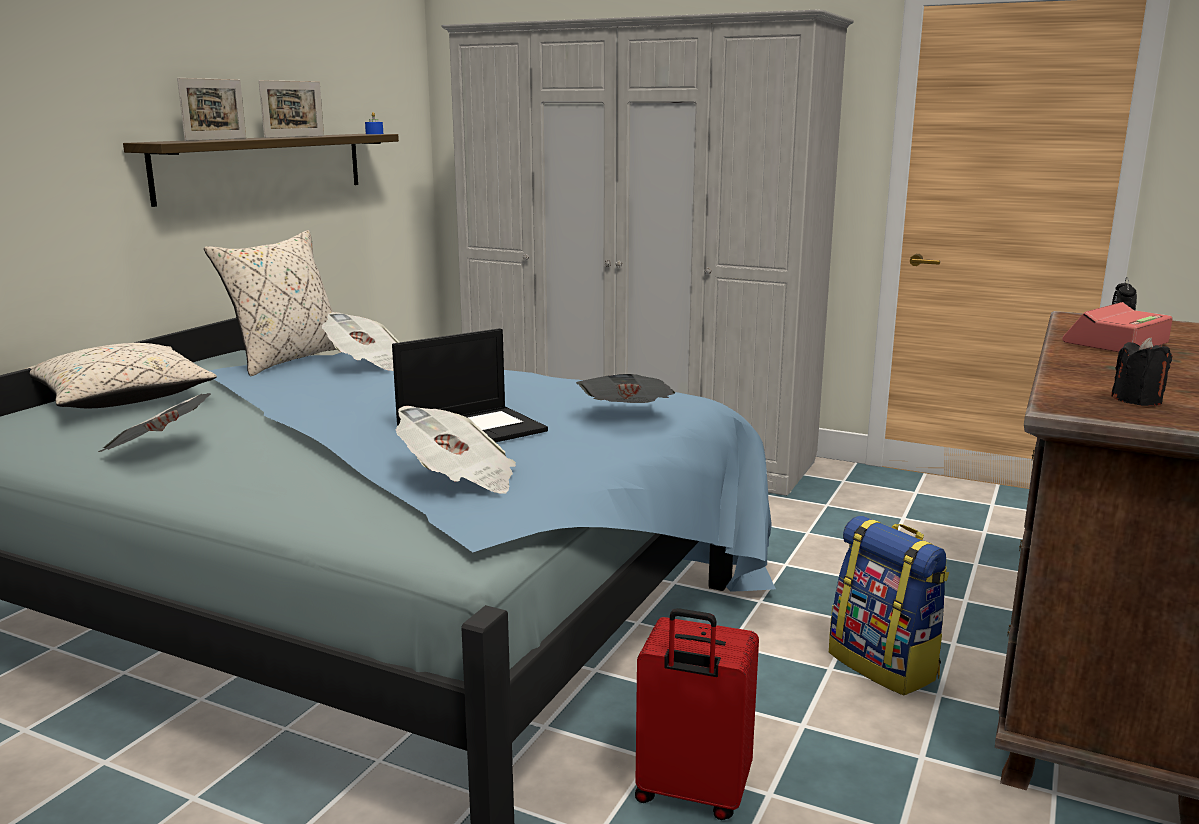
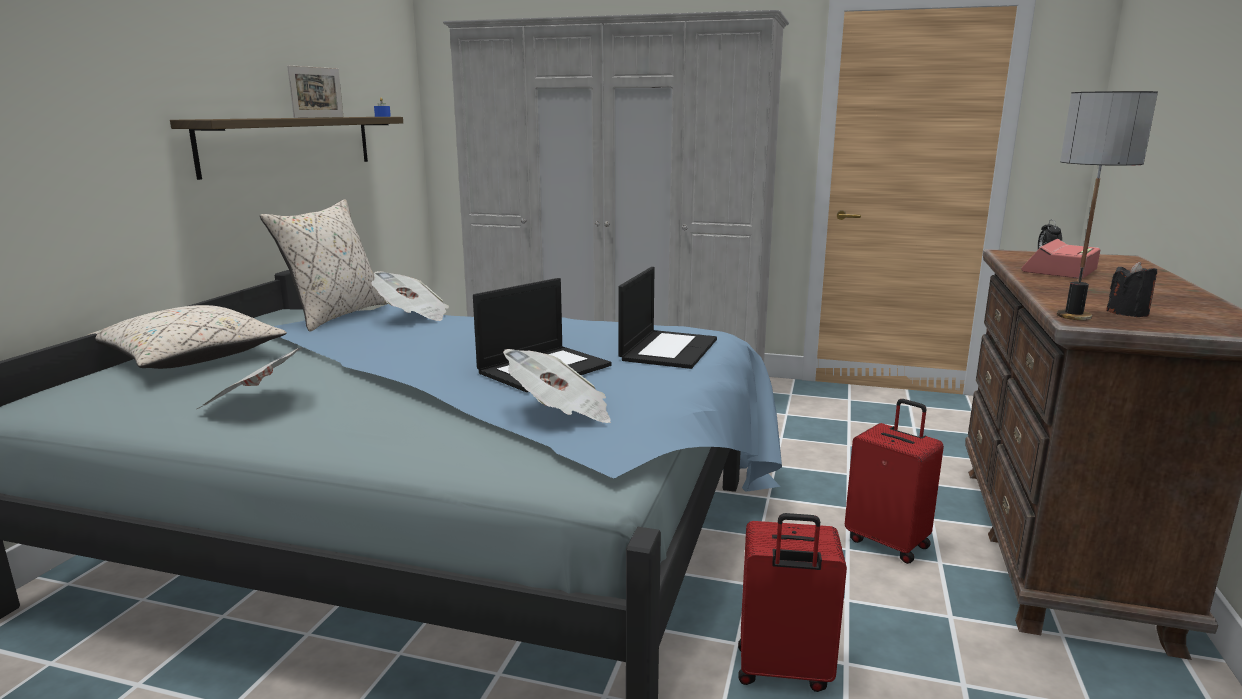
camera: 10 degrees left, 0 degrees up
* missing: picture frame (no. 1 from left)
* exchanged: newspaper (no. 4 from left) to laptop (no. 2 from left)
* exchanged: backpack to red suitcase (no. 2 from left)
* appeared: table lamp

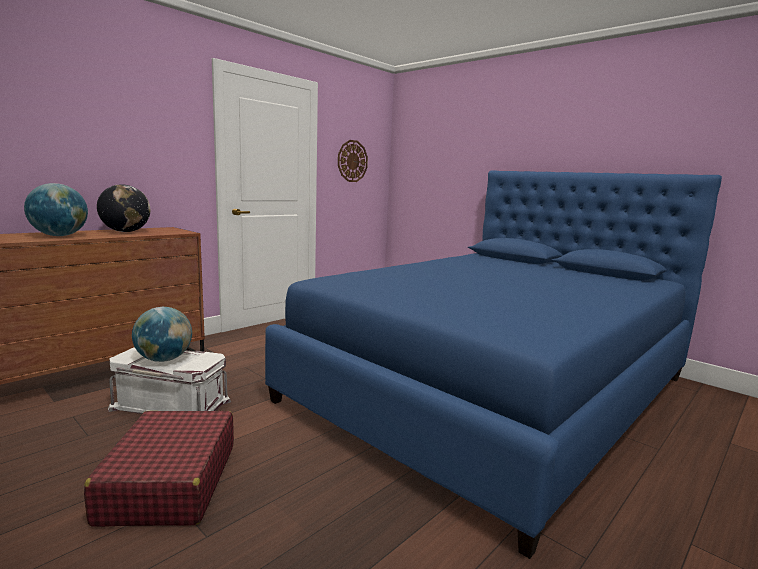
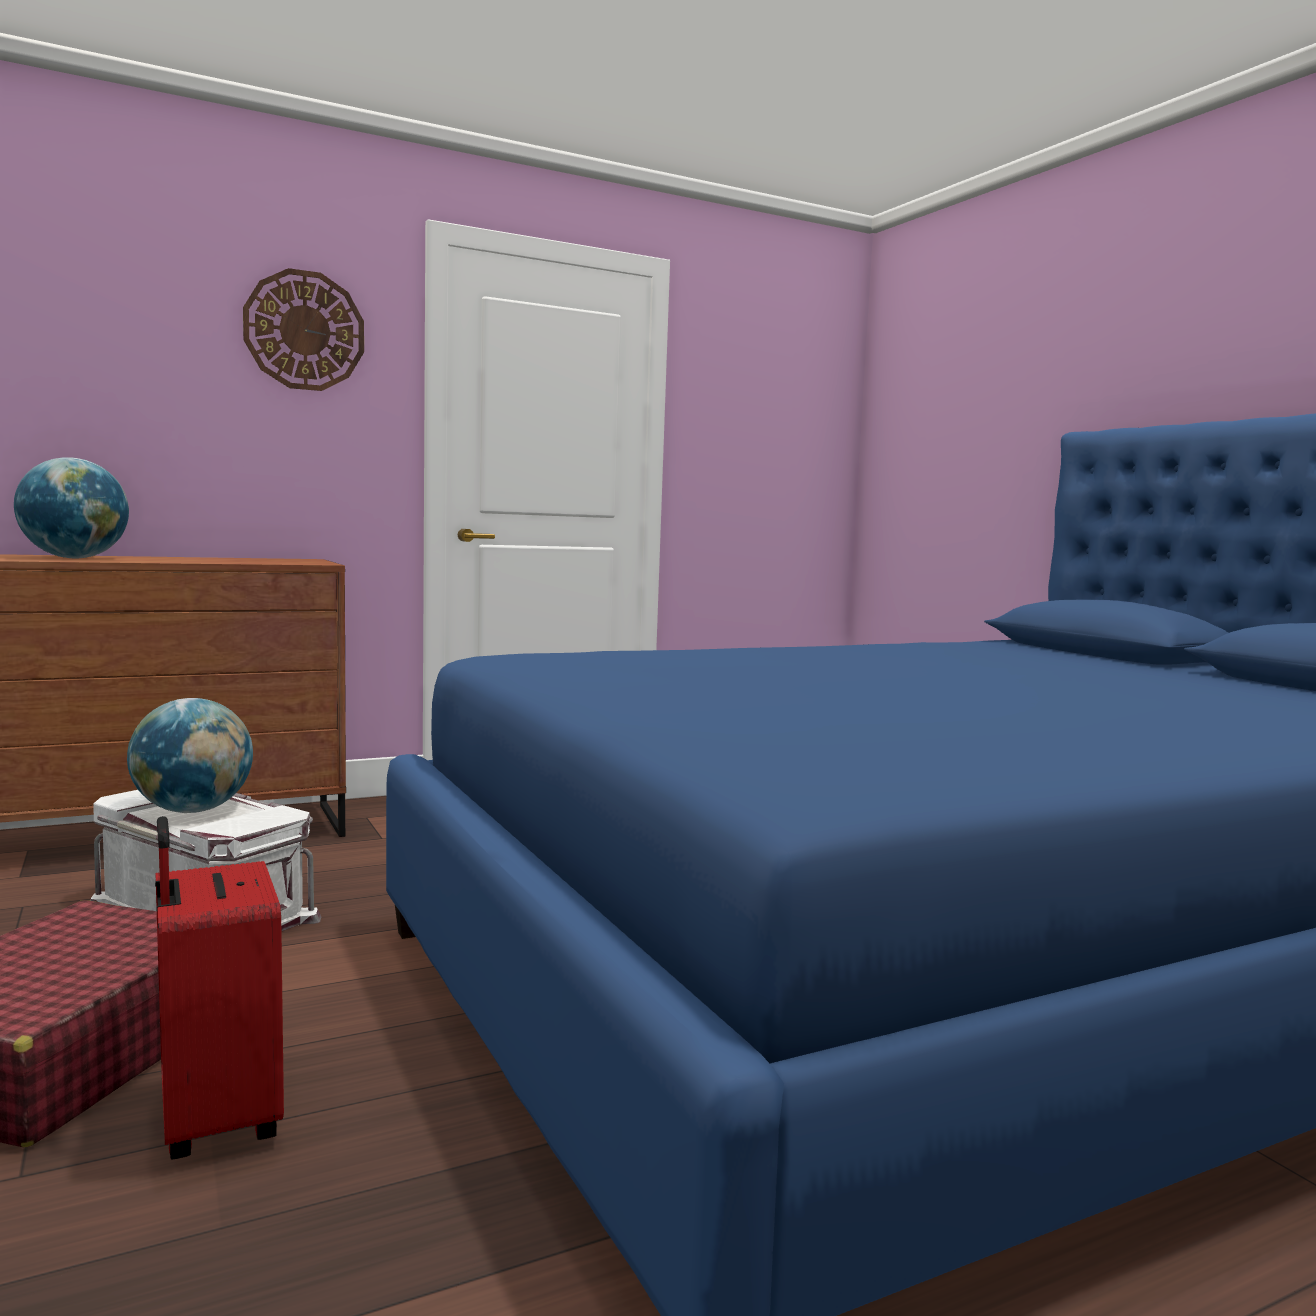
camera: 20 degrees right, 5 degrees down
* relocated: wall clock
* missing: globe (no. 2 from left)
* appeared: red suitcase (no. 2 from left)

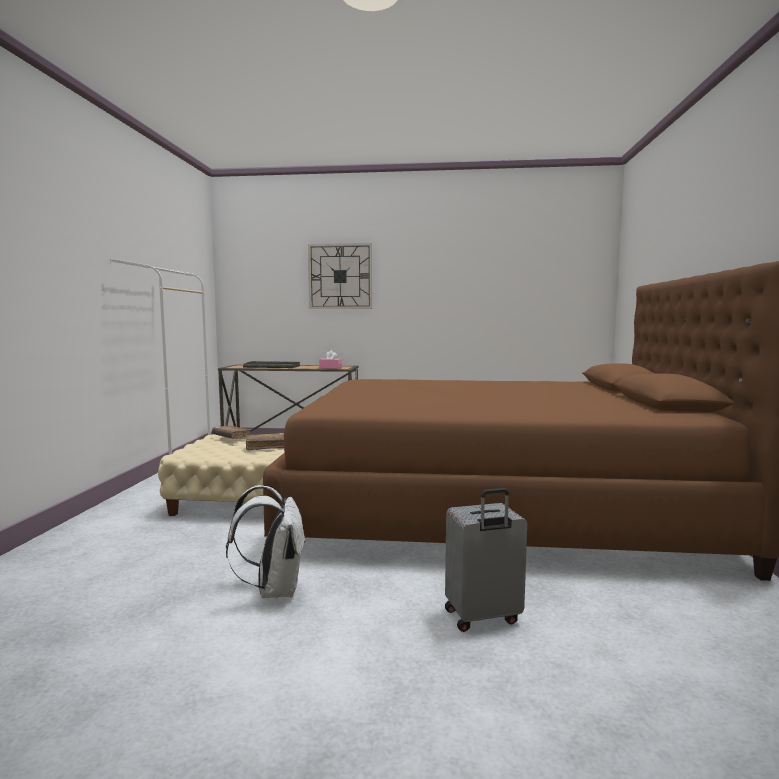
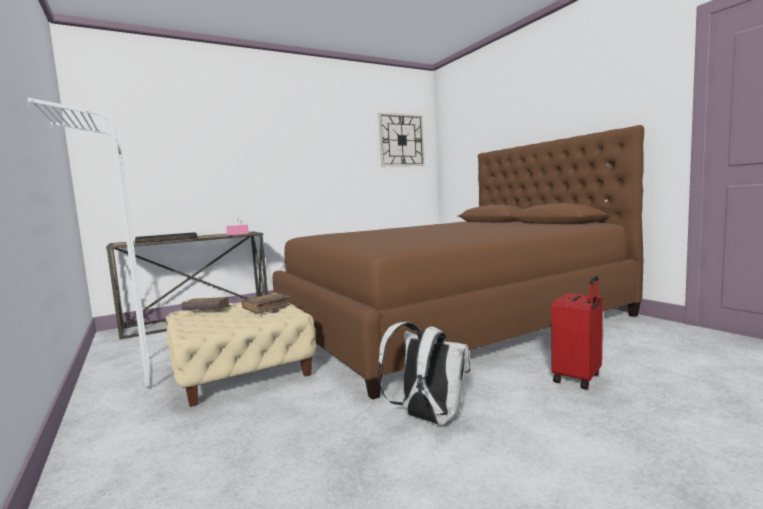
camera: 35 degrees left, 0 degrees up
* relocated: wall clock
* colour: grey suitcase to red suitcase

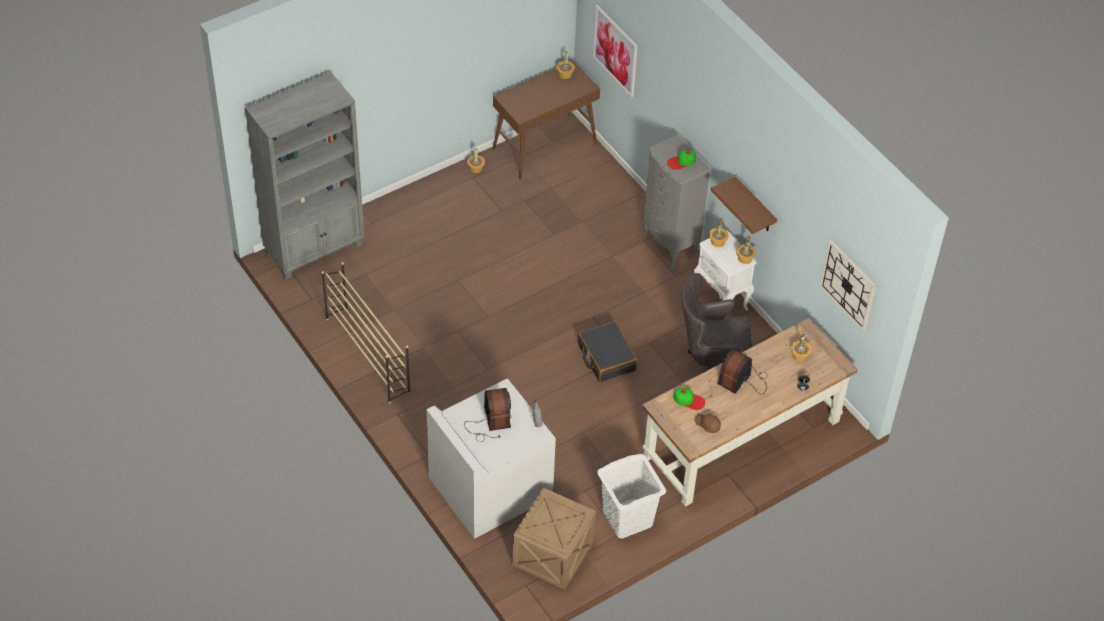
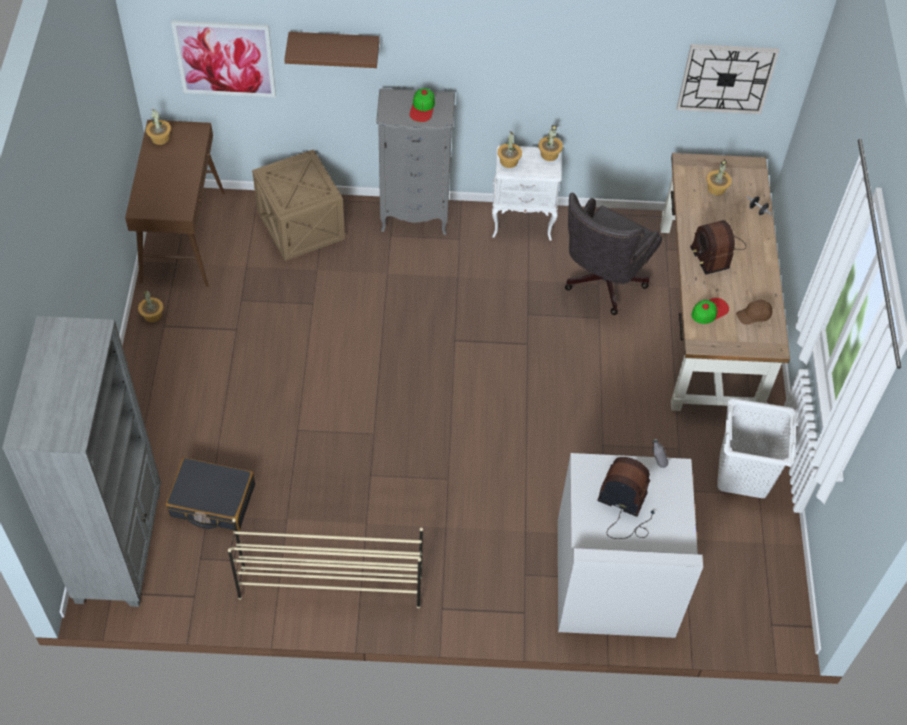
camera: 55 degrees left, 5 degrees up
* relocated: brown shelf
* relocated: black suitcase
* relocated: crate

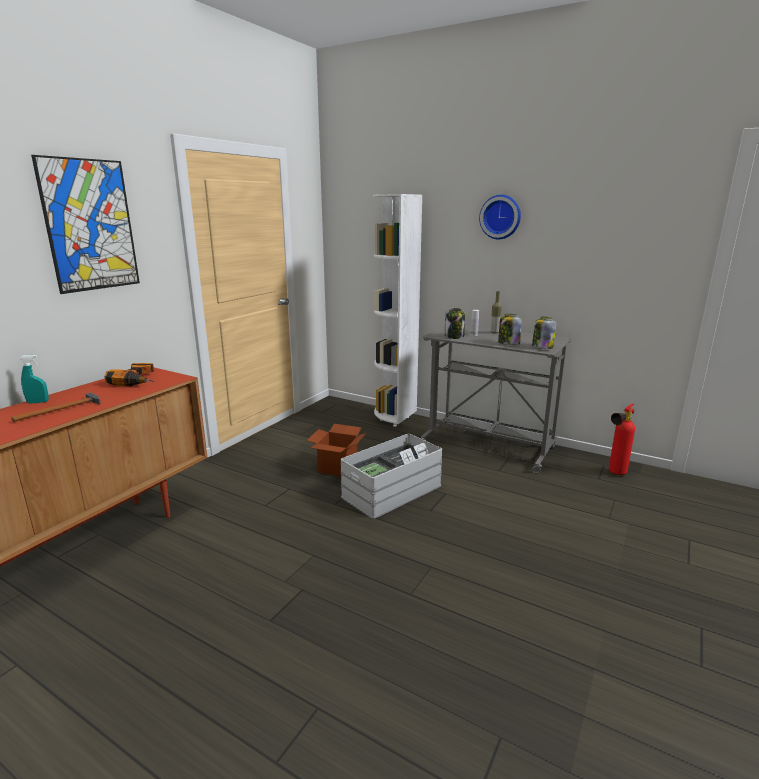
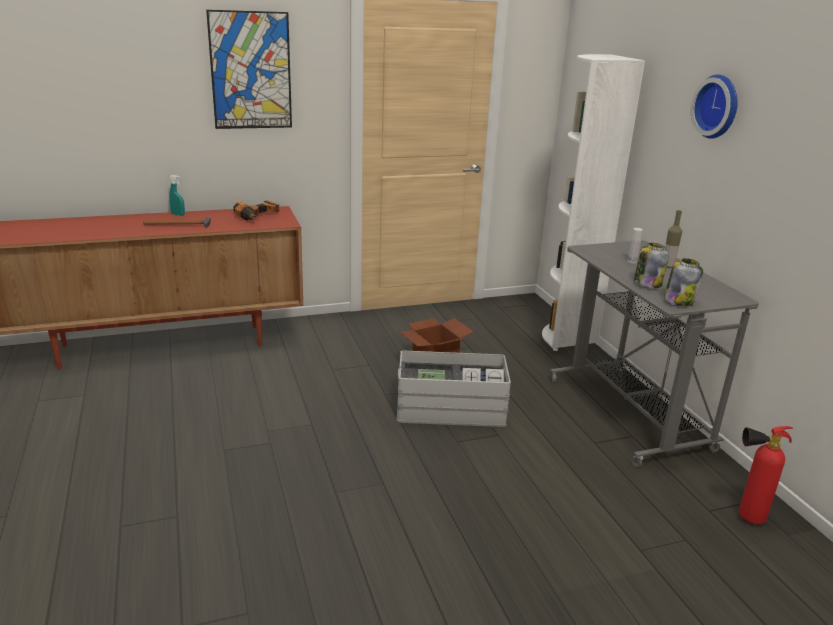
camera: 40 degrees right, 5 degrees up
* missing: jar (no. 1 from left)

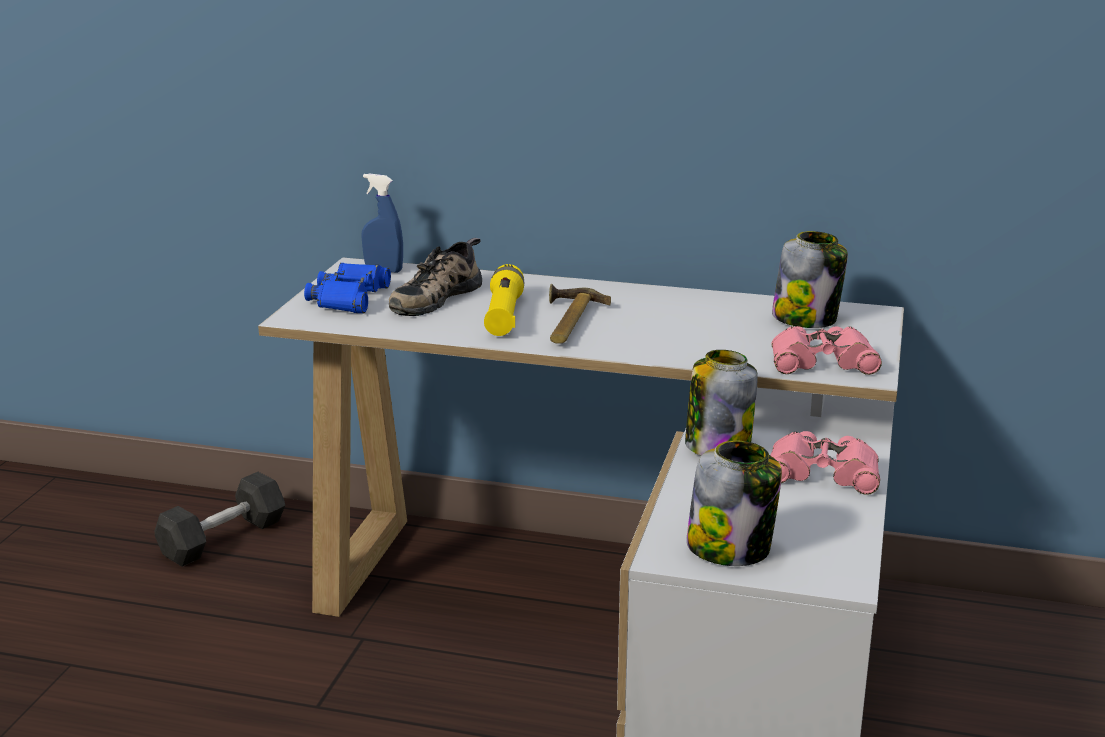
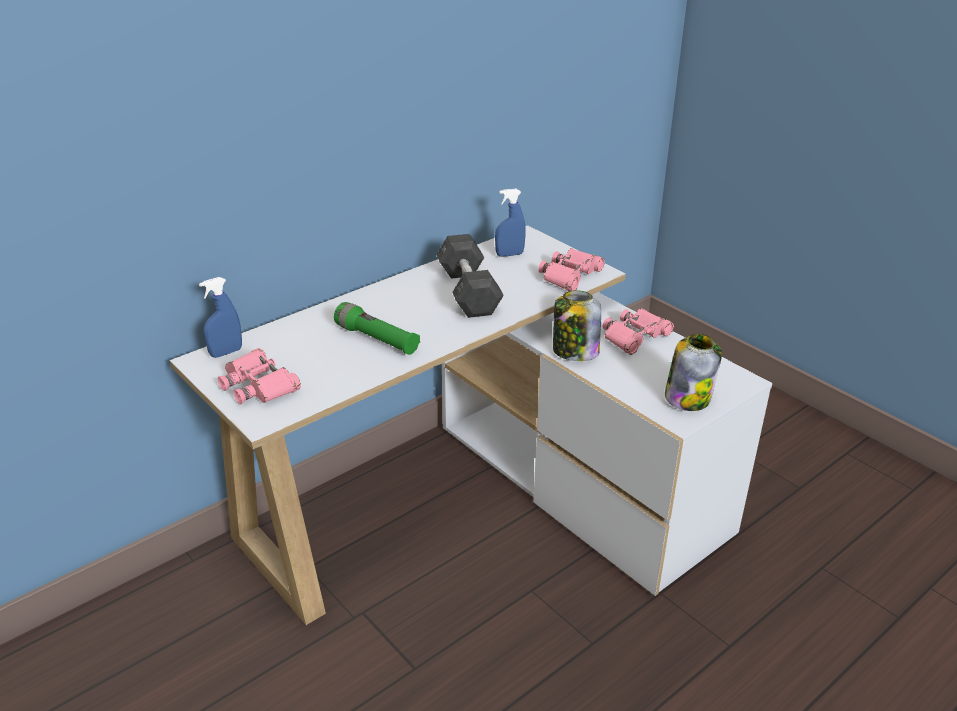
camera: 55 degrees left, 10 degrees up
* exchanged: jar (no. 3 from left) to blue spray bottle (no. 2 from left)
* missing: shoe
* colour: blue binoculars to pink binoculars (no. 1 from left)
* colour: yellow flashlight to green flashlight
* missing: hammer
* relocated: grey dumbbell

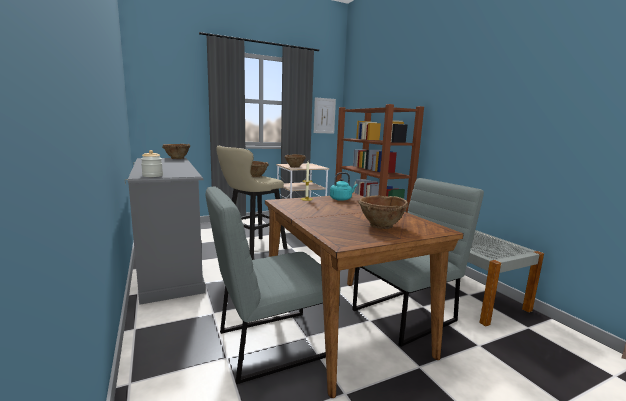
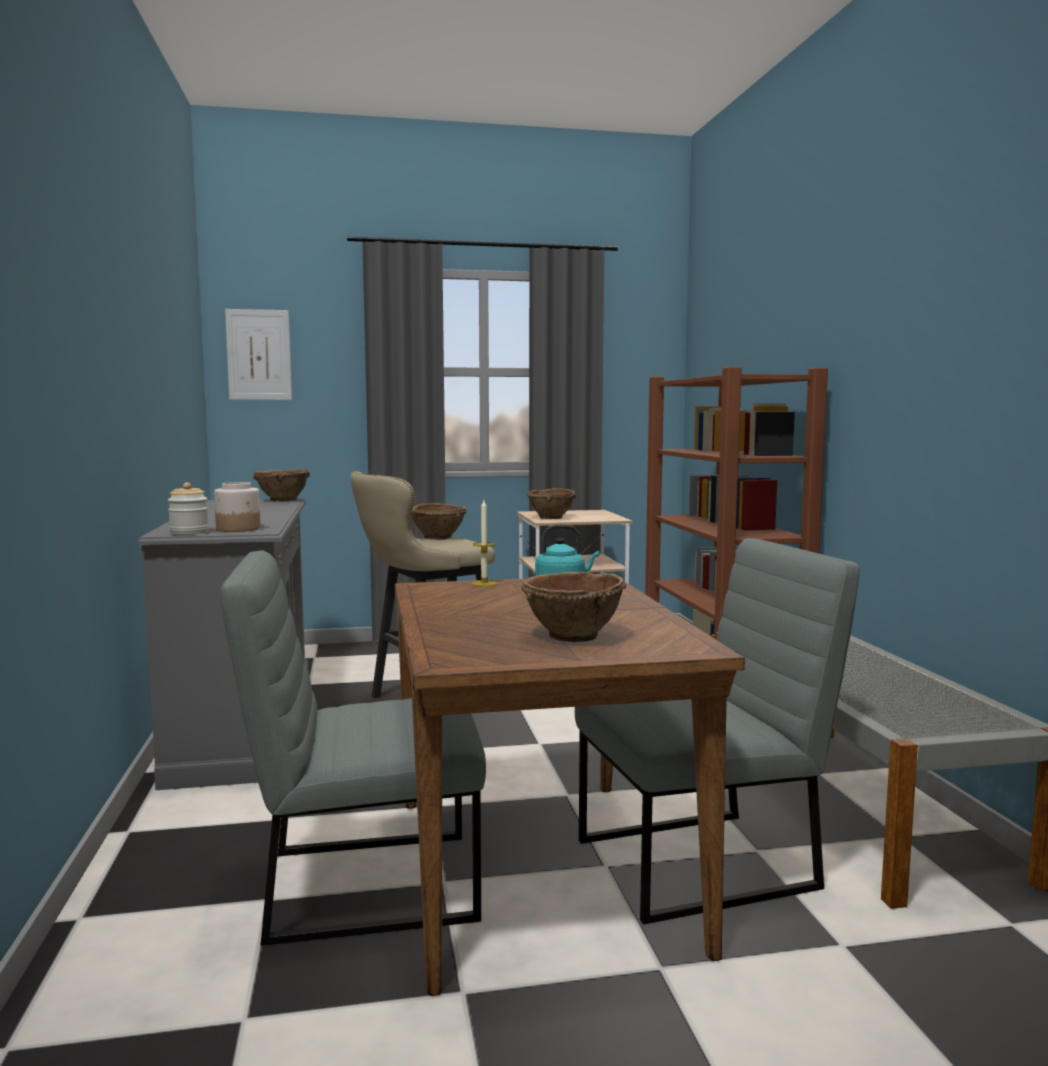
camera: 15 degrees right, 5 degrees down
* relocated: picture
* appeared: jar (no. 2 from left)

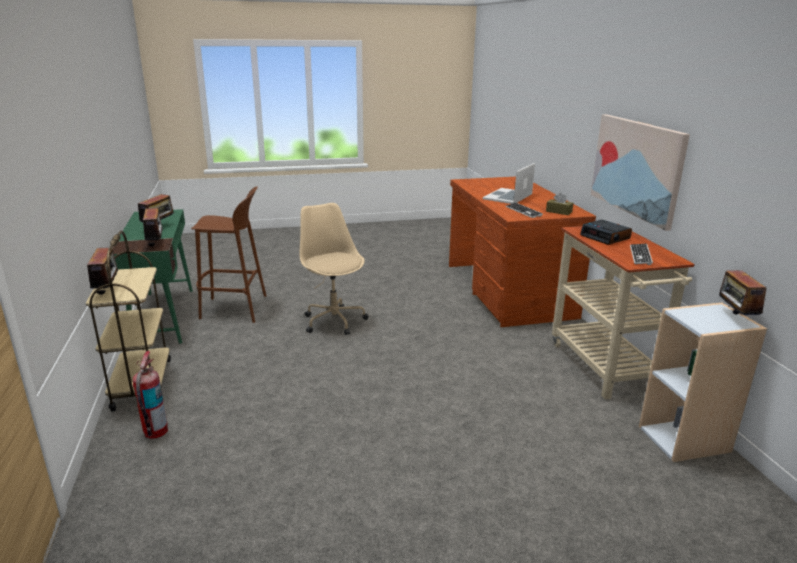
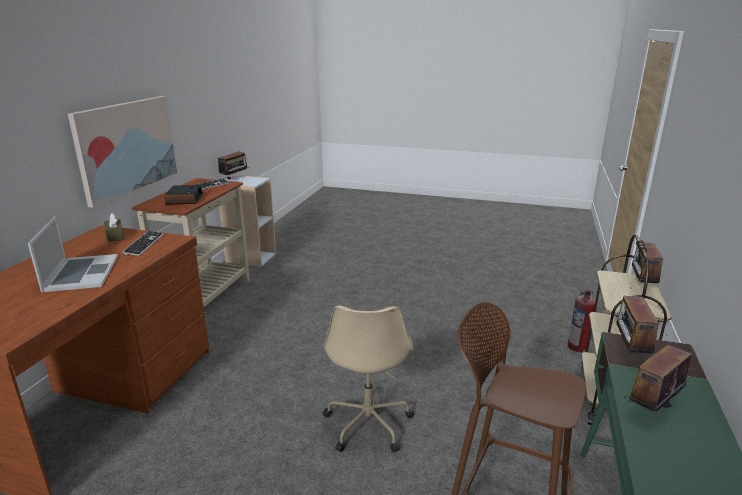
camera: 150 degrees left, 0 degrees up
* spun: laptop 75 degrees counterclockwise

